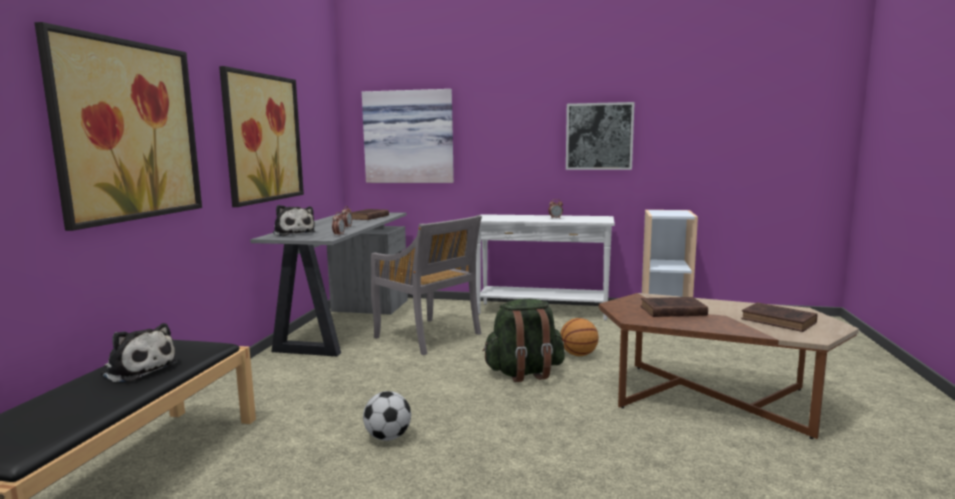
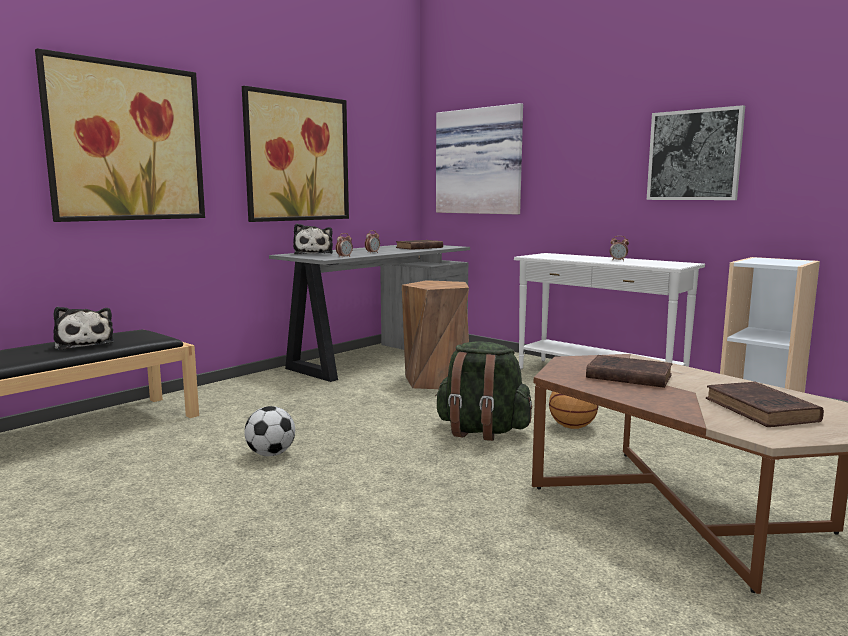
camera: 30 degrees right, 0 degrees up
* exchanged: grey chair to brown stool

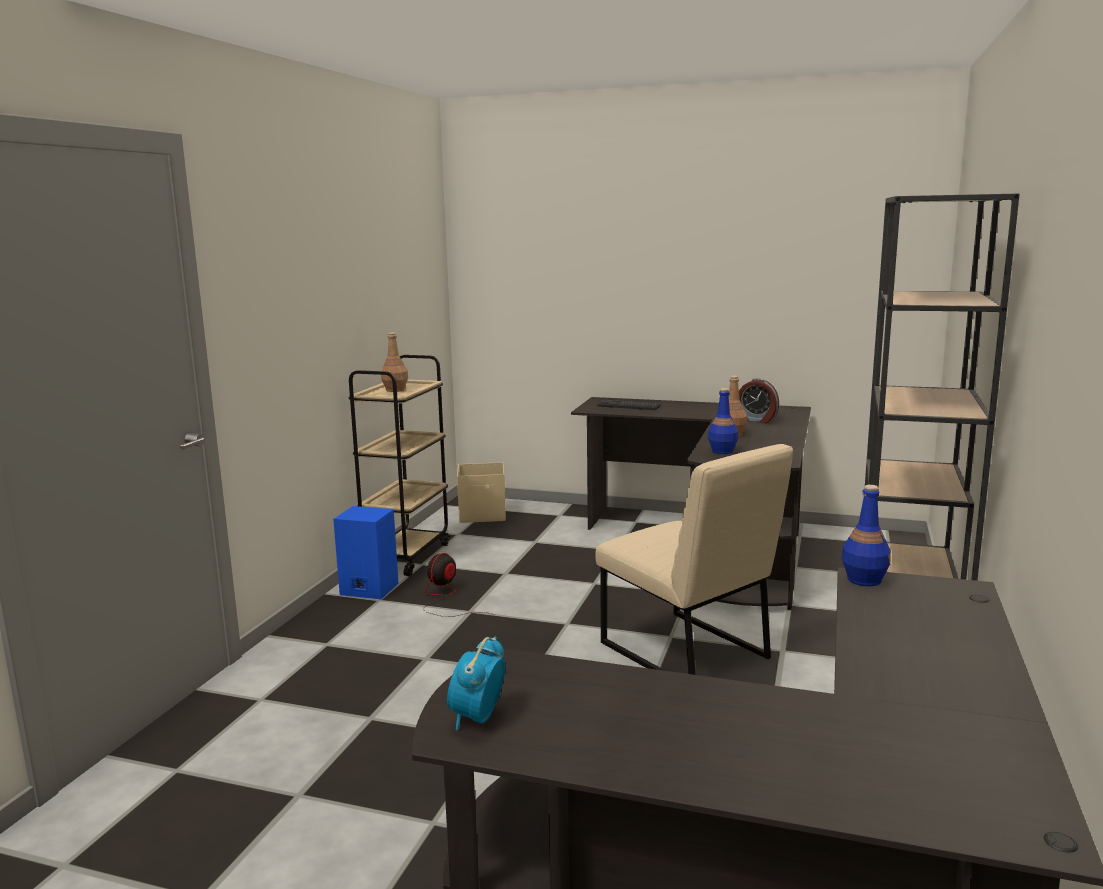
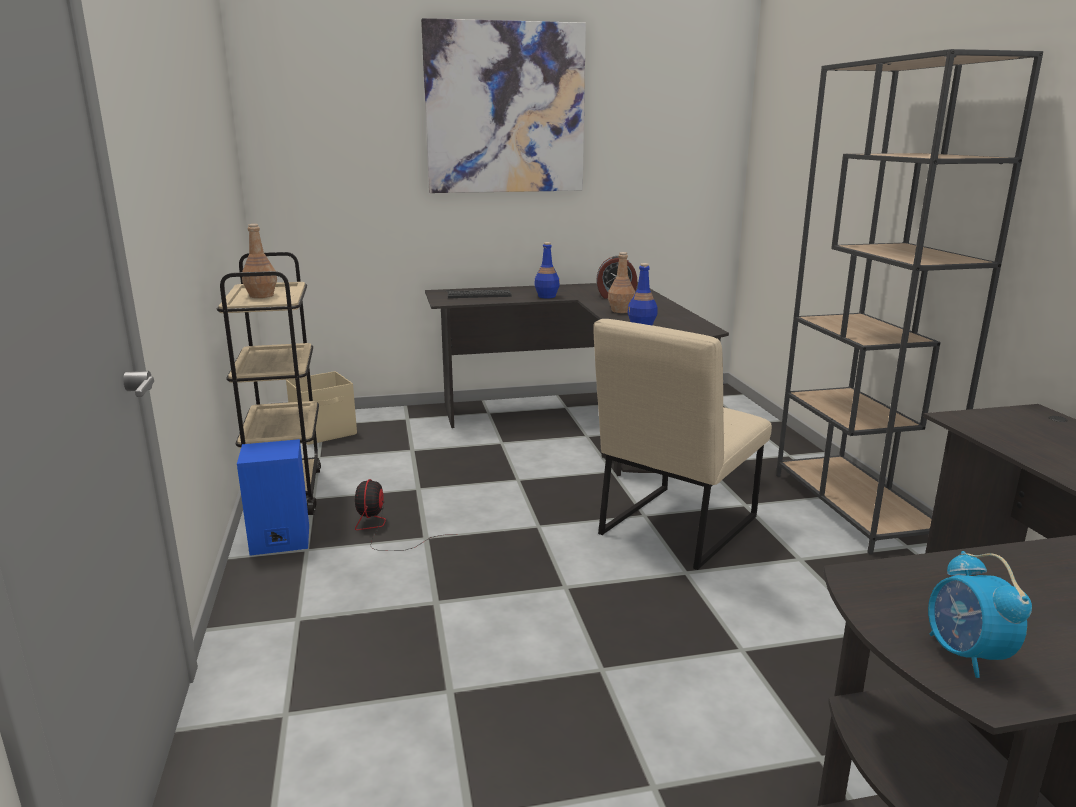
camera: 30 degrees left, 5 degrees up
* spun: beige chair 105 degrees clockwise
* relocated: blue bottle (no. 2 from left in the first image) to blue bottle (no. 1 from left)
* appeared: picture

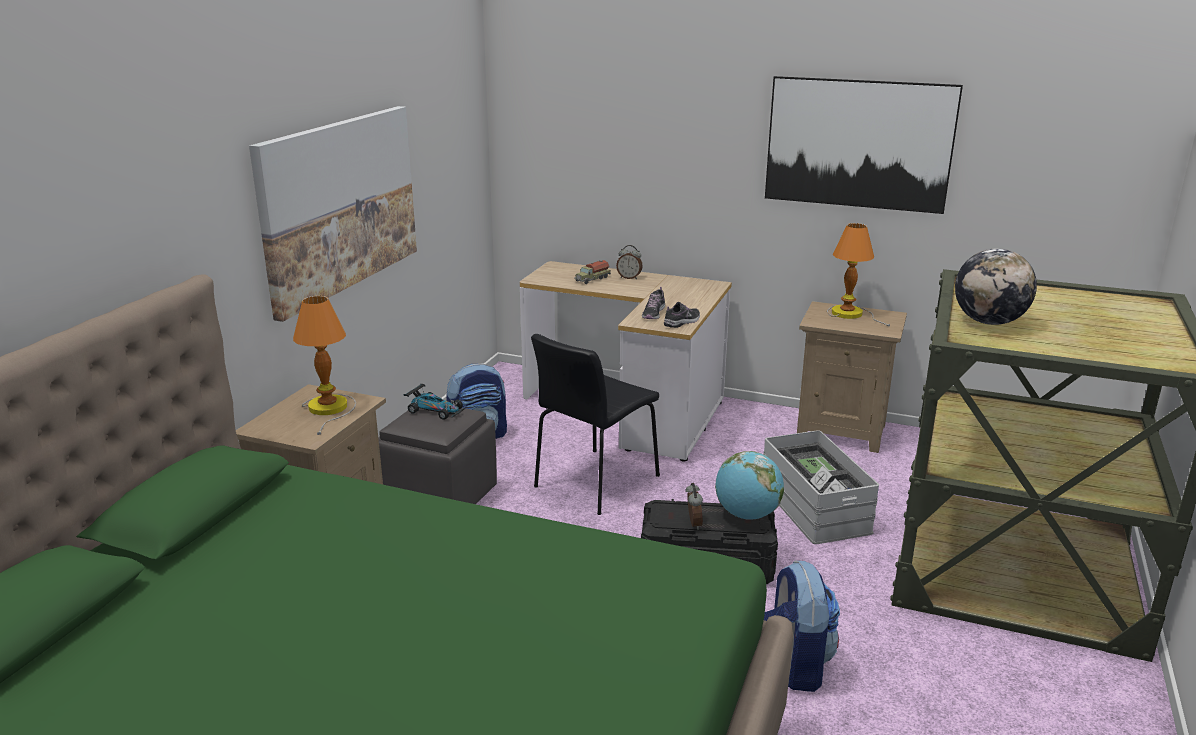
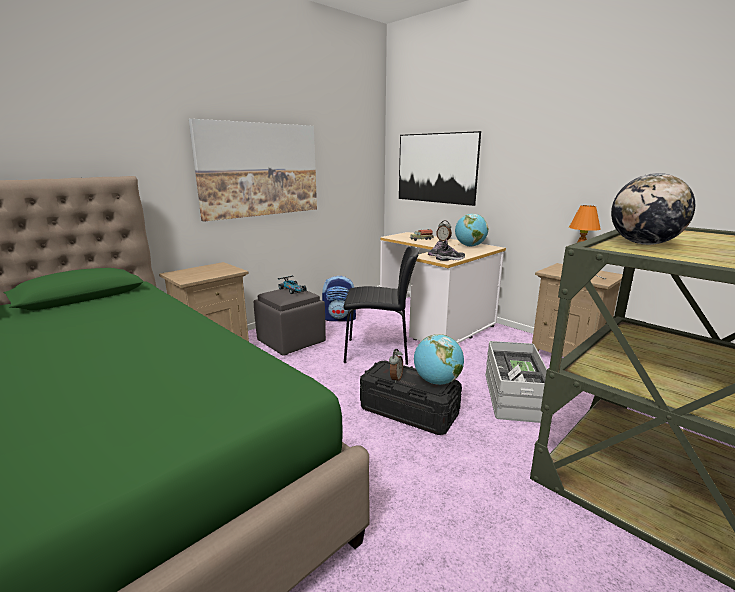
camera: 25 degrees right, 5 degrees down
* relocated: picture (no. 2 from left)
* missing: table lamp (no. 1 from left)
* spun: black chair 150 degrees counterclockwise
* missing: backpack (no. 2 from left)
* appeared: globe (no. 2 from left)

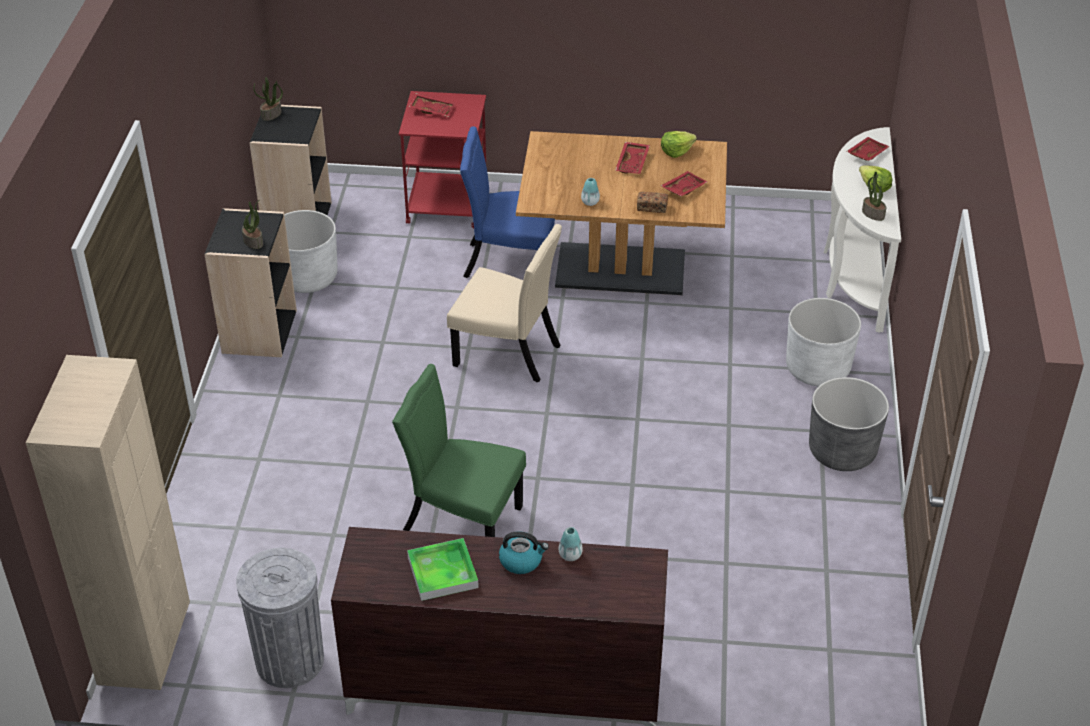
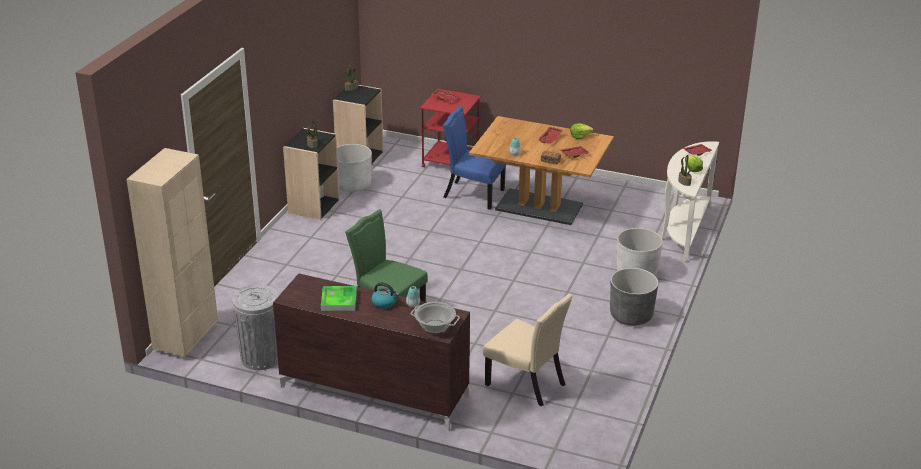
camera: 15 degrees right, 10 degrees down
* relocated: beige chair
* appeared: cooking pot

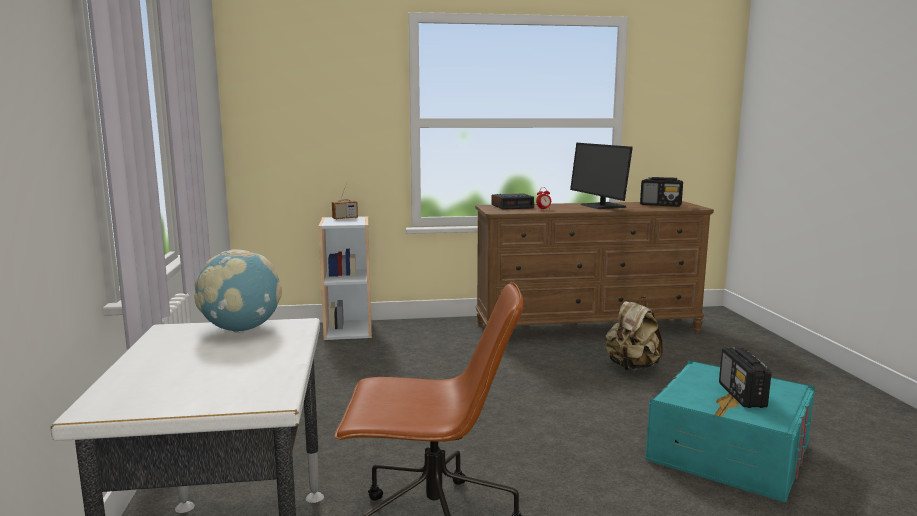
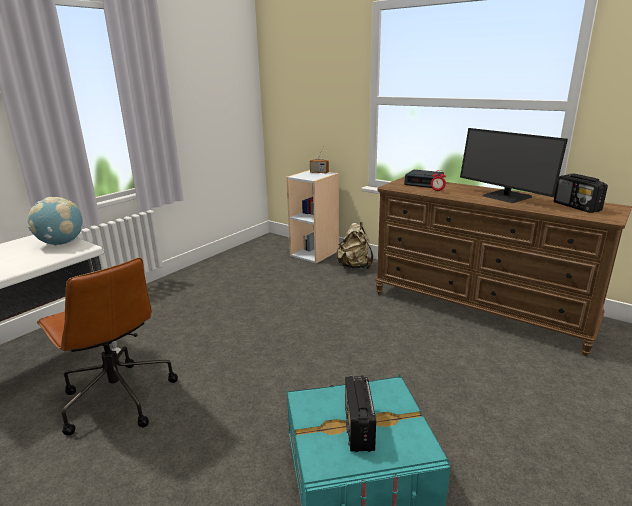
camera: 45 degrees right, 10 degrees up
* spun: monitor 60 degrees counterclockwise
* relocated: beige backpack
* spun: radio (no. 3 from left in the first image) 45 degrees counterclockwise

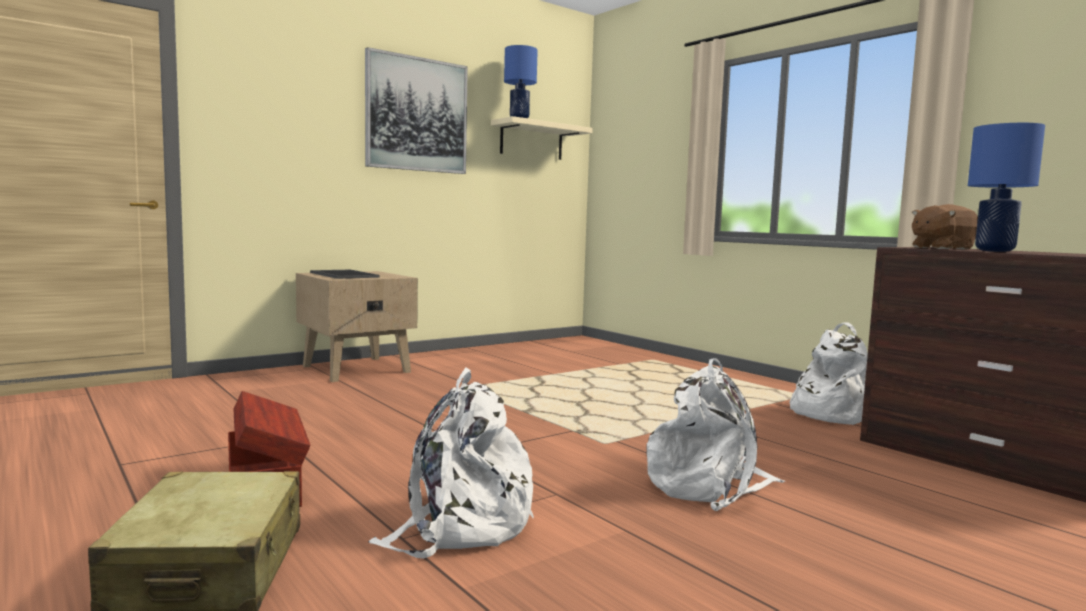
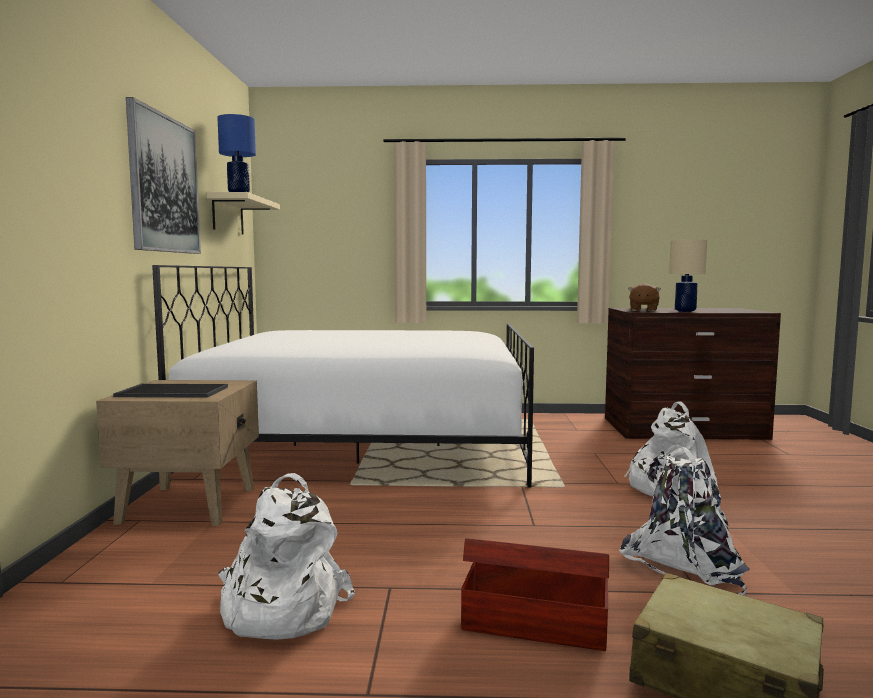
camera: 50 degrees left, 0 degrees up
* colour: blue table lamp (no. 2 from left) to beige table lamp
* relocated: white backpack (no. 3 from left in the first image) to white backpack (no. 1 from left)
* appeared: white bed

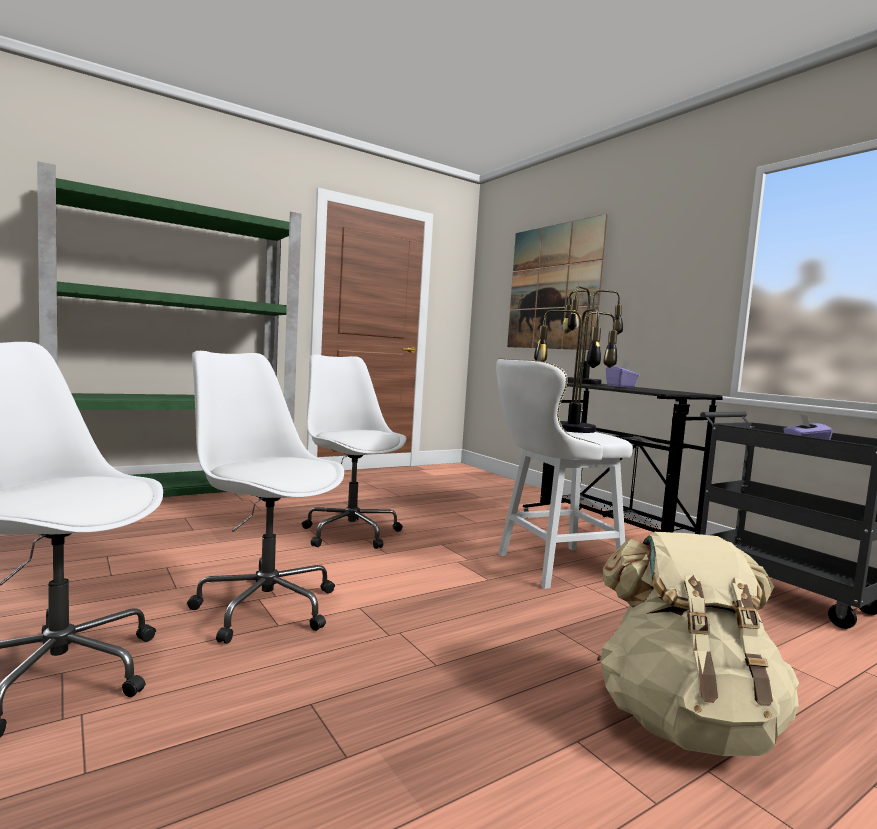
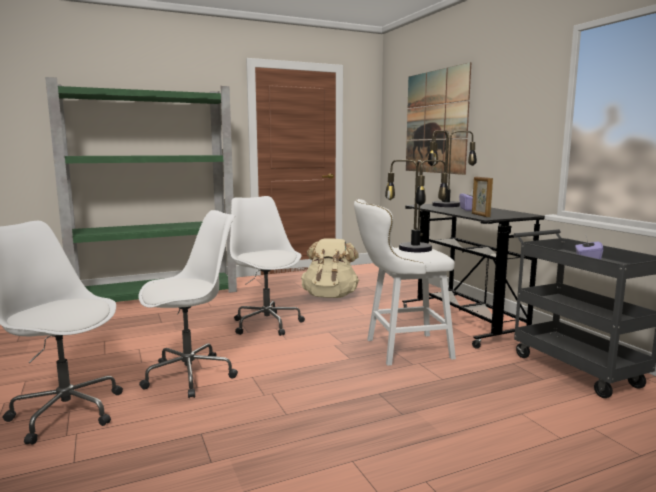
camera: 10 degrees right, 5 degrees up
* spun: white office chair (no. 2 from left) 105 degrees clockwise
* relocated: beige backpack
* appeared: picture frame

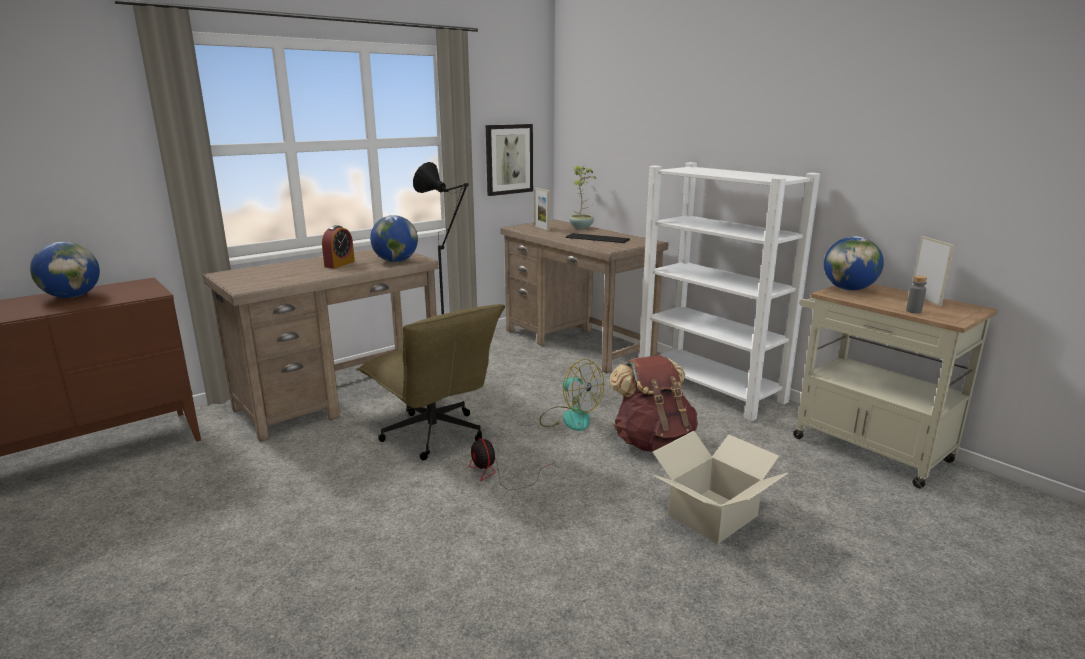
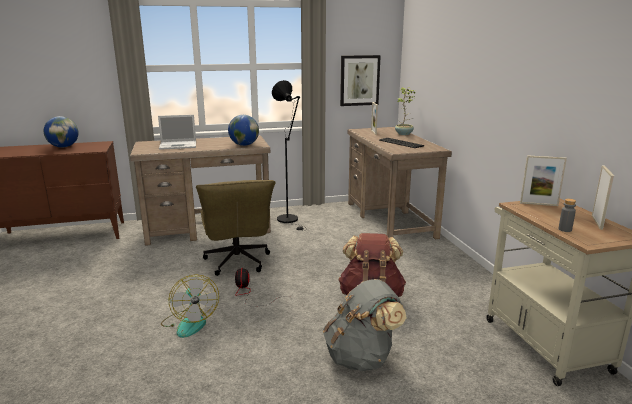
camera: 25 degrees right, 0 degrees up
* missing: white bookcase
* missing: alarm clock
* exchanged: globe (no. 3 from left) to picture frame (no. 2 from left)
* relocated: fan (no. 2 from left in the first image) to fan (no. 1 from left)
* exchanged: cardboard box to grey backpack
* appeared: laptop

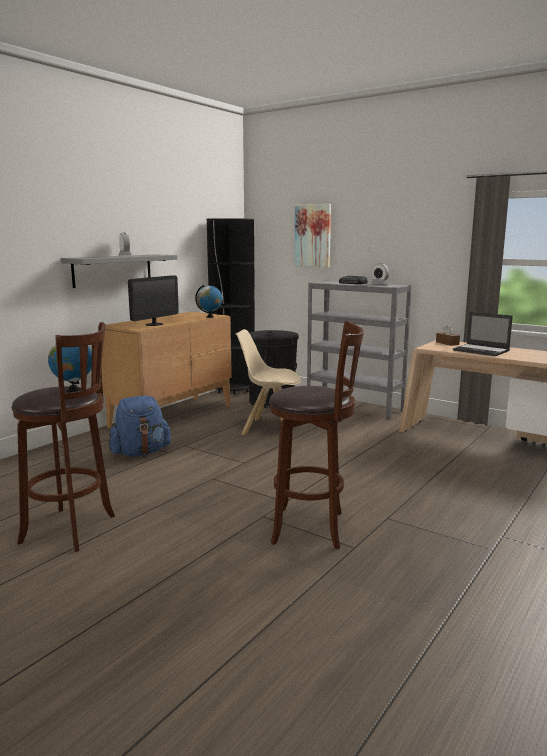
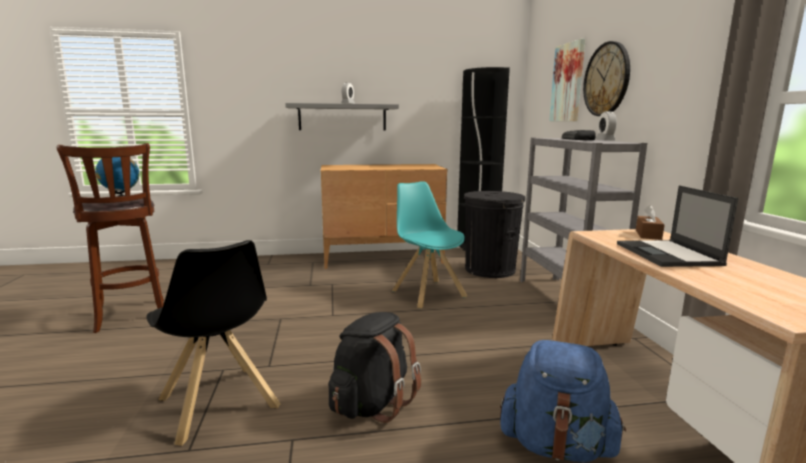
camera: 45 degrees right, 0 degrees up
* missing: monitor
* missing: globe (no. 2 from left)
* exchanged: brown stool (no. 2 from left) to black chair
* colour: beige chair to turquoise chair
* relocated: blue backpack
* appeared: wall clock
* appeared: black backpack

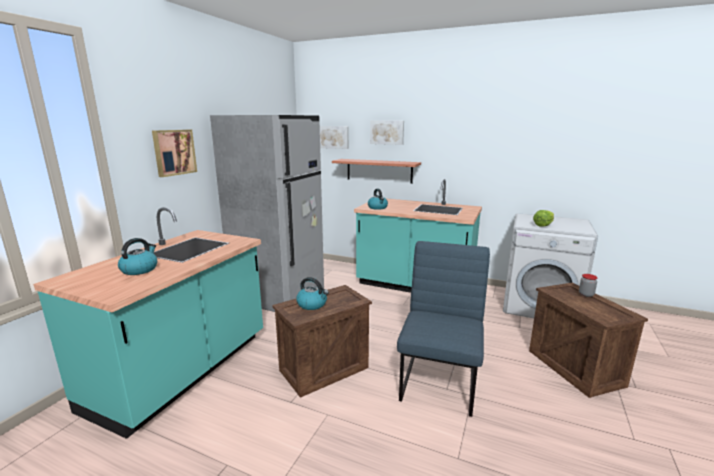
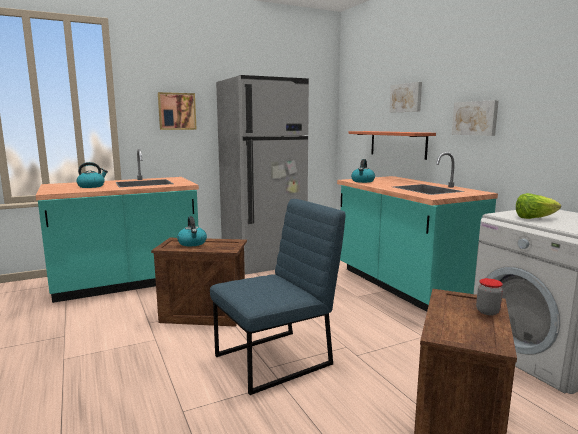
camera: 40 degrees right, 5 degrees down
* relocated: picture (no. 2 from left in the first image) to picture (no. 3 from left)

